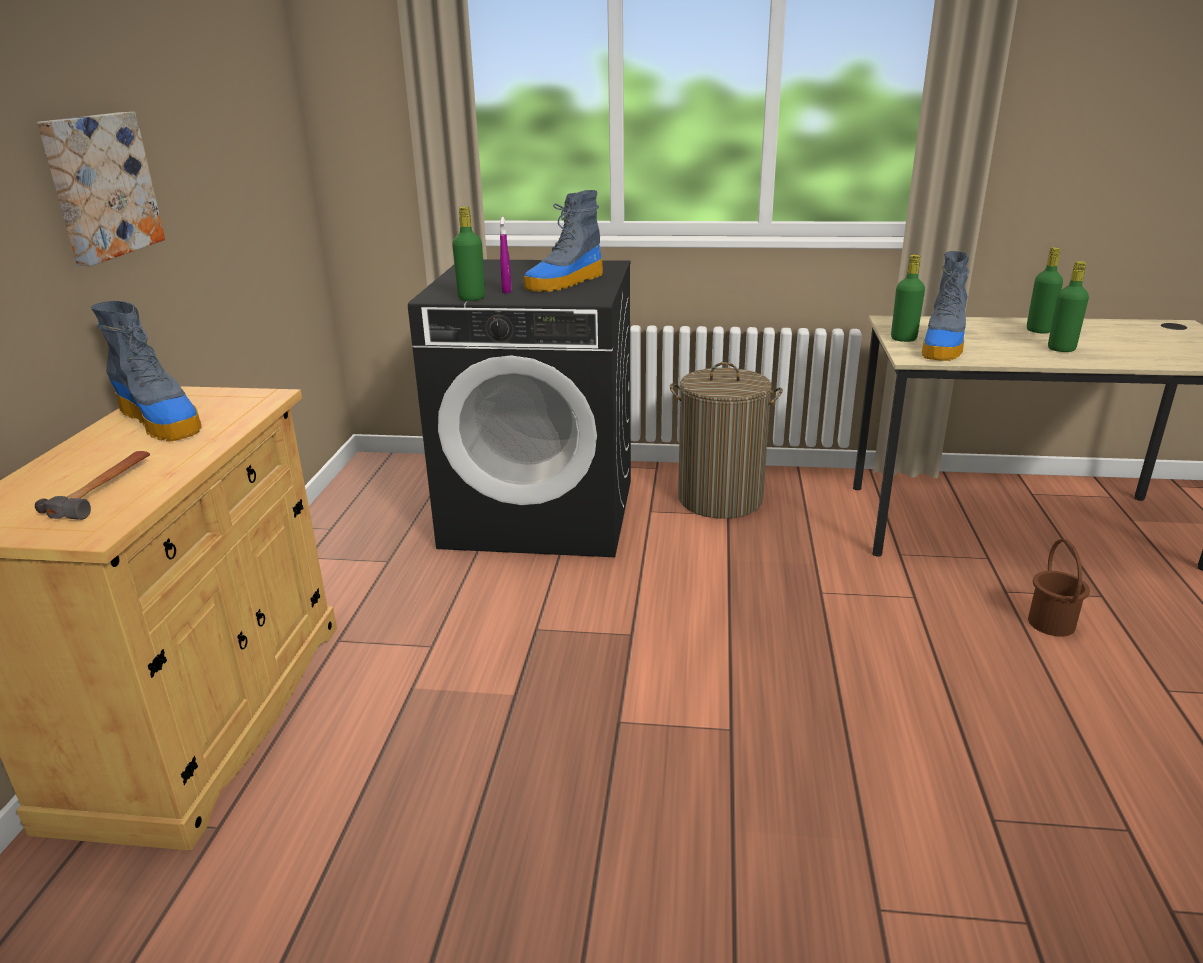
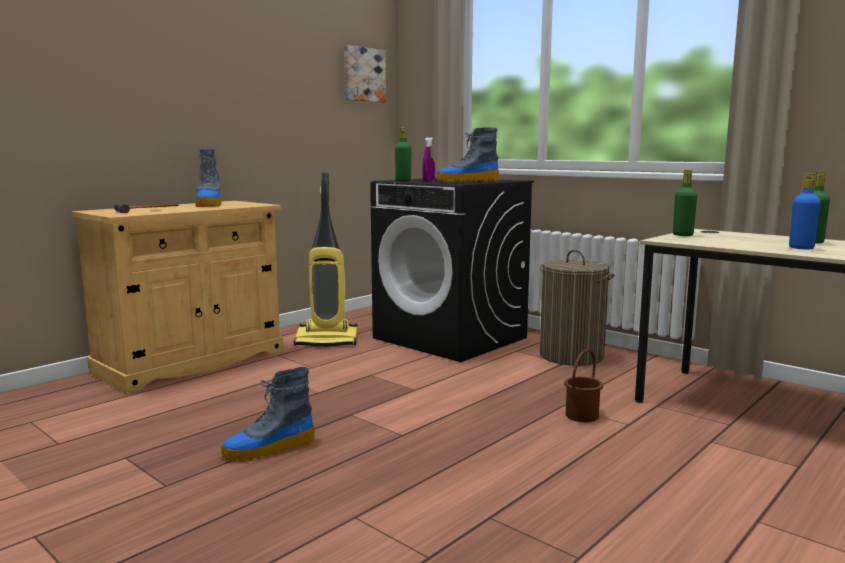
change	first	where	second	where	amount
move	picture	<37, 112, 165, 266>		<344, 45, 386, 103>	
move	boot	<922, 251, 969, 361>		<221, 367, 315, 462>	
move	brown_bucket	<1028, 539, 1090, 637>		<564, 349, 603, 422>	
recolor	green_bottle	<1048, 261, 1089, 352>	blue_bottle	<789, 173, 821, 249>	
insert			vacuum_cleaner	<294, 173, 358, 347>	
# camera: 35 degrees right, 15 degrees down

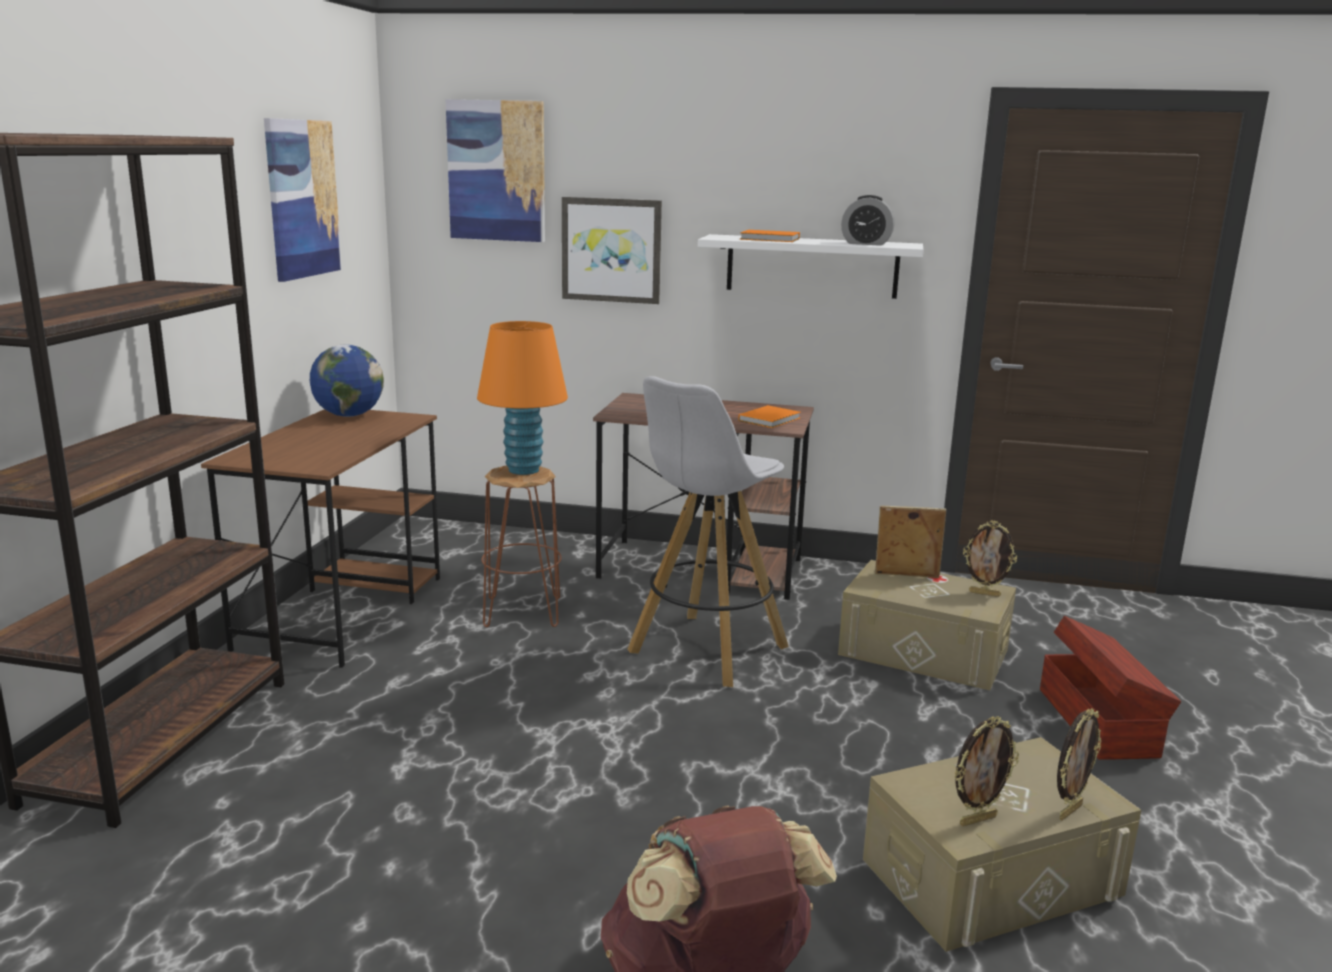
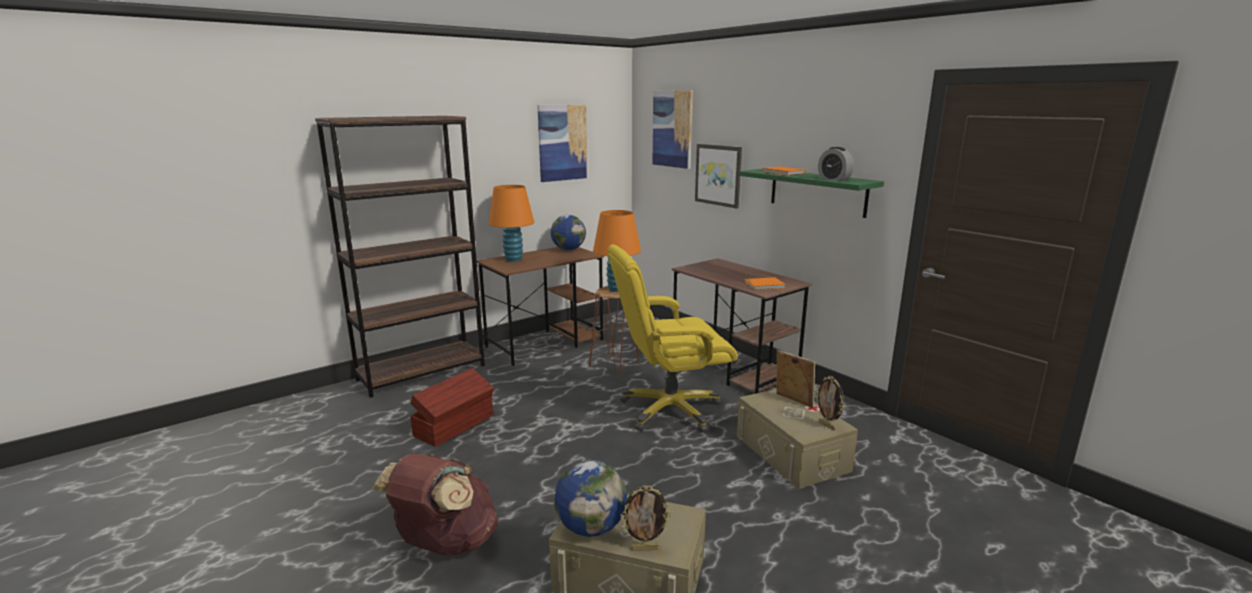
change	first	where	second	where	amount
replace	white_stool	<627, 376, 789, 687>	yellow_office_chair	<607, 244, 738, 433>	
recolor	white_shelf	<698, 234, 923, 299>	green_shelf	<739, 169, 884, 218>	
replace	picture_frame	<954, 716, 1019, 826>	globe	<554, 460, 627, 537>	
move	brown_storage_box	<1040, 616, 1181, 760>		<410, 368, 494, 447>	
insert			orange_table_lamp	<488, 185, 534, 262>	
# camera: 40 degrees right, 0 degrees up

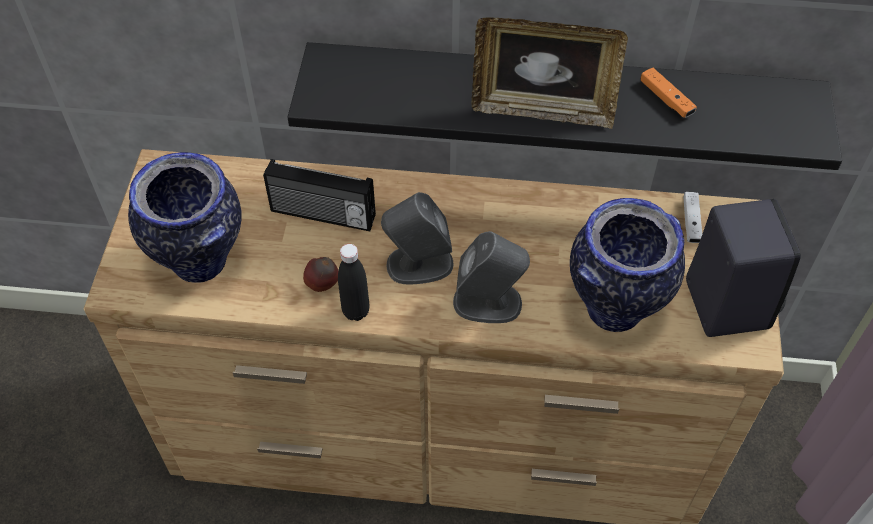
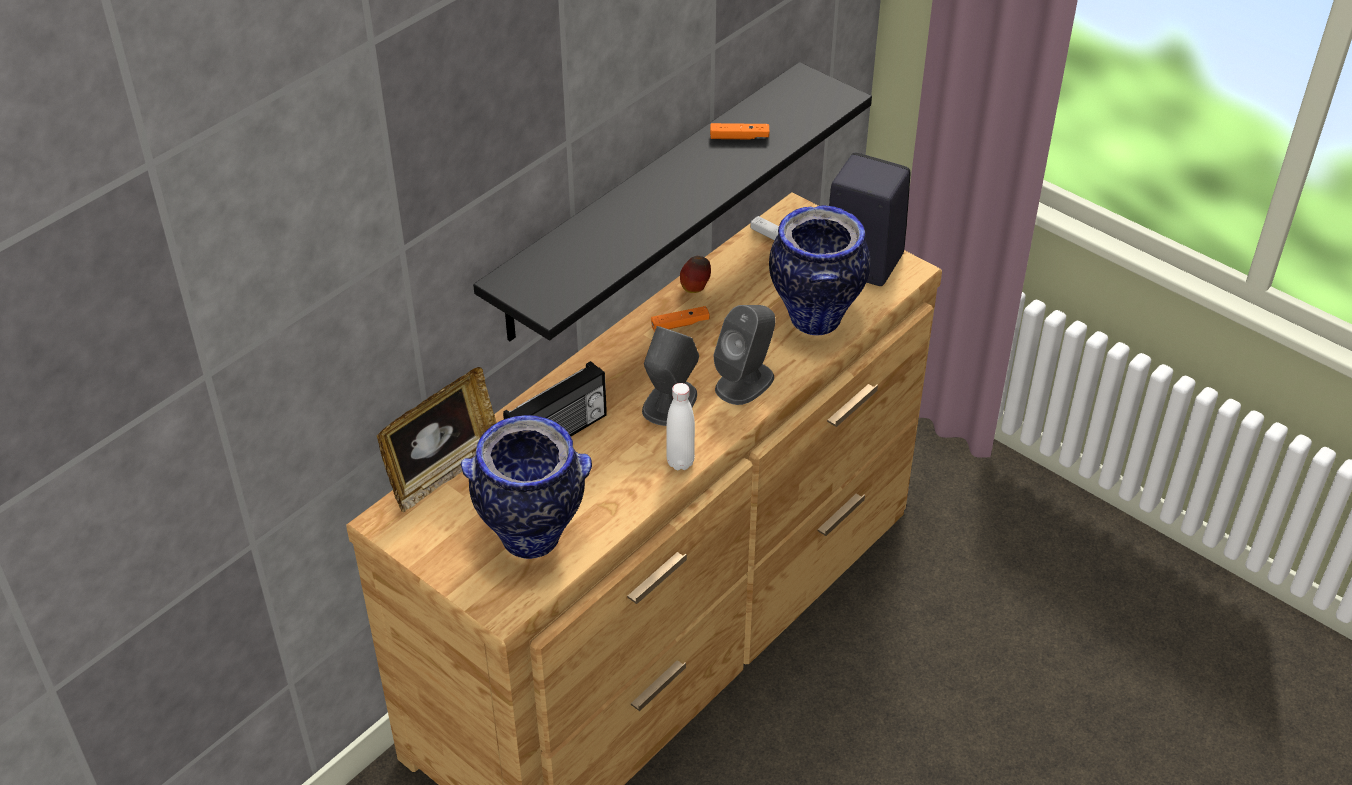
change	first	where	second	where	amount
move	apple	<303, 257, 338, 292>		<680, 256, 711, 293>	
recolor	black_bottle	<338, 244, 369, 321>	white_bottle	<666, 383, 695, 470>	
move	picture_frame	<471, 17, 628, 129>		<377, 367, 497, 512>	
insert			orange_game_controller	<651, 306, 710, 332>	
# camera: 55 degrees left, 10 degrees down

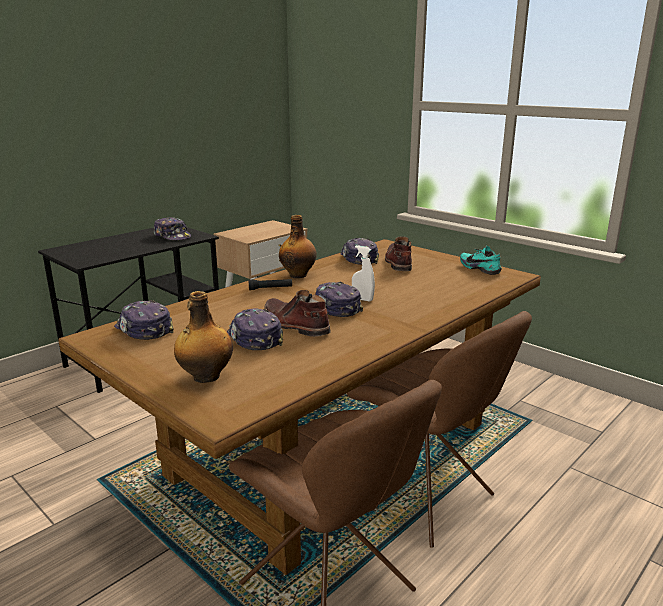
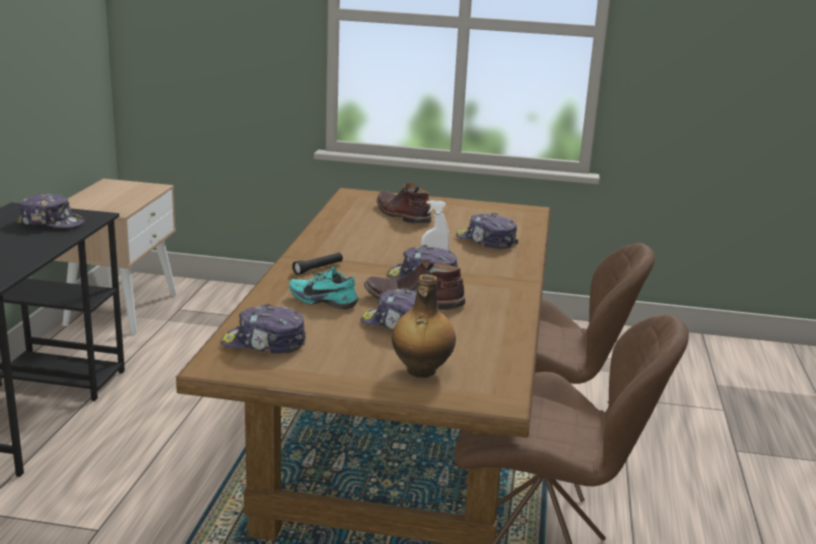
change	first	where	second	where	amount
delete	bottle	<279, 215, 317, 278>			
move	cap	<340, 238, 379, 265>		<456, 213, 519, 249>	
move	turquoise_shoe	<460, 246, 502, 275>		<289, 267, 359, 309>	
# camera: 35 degrees left, 0 degrees up

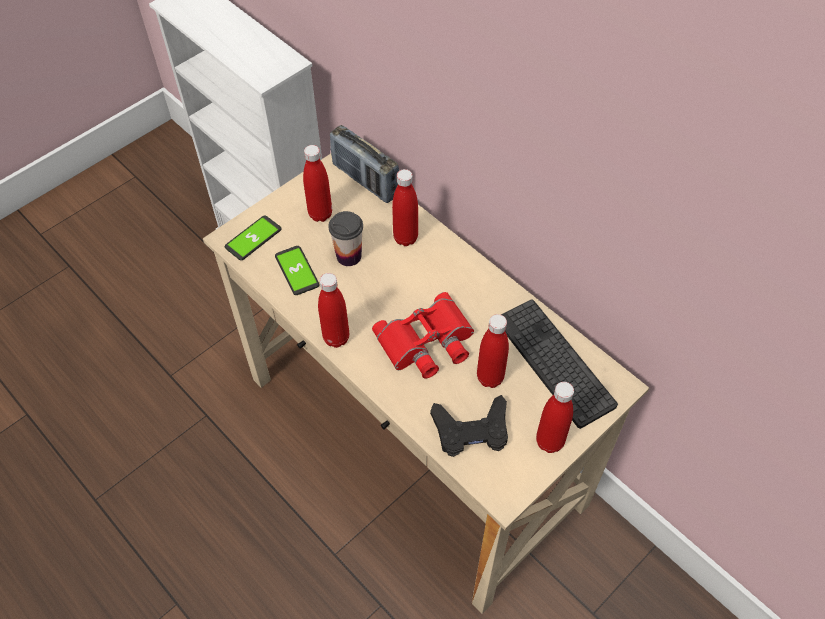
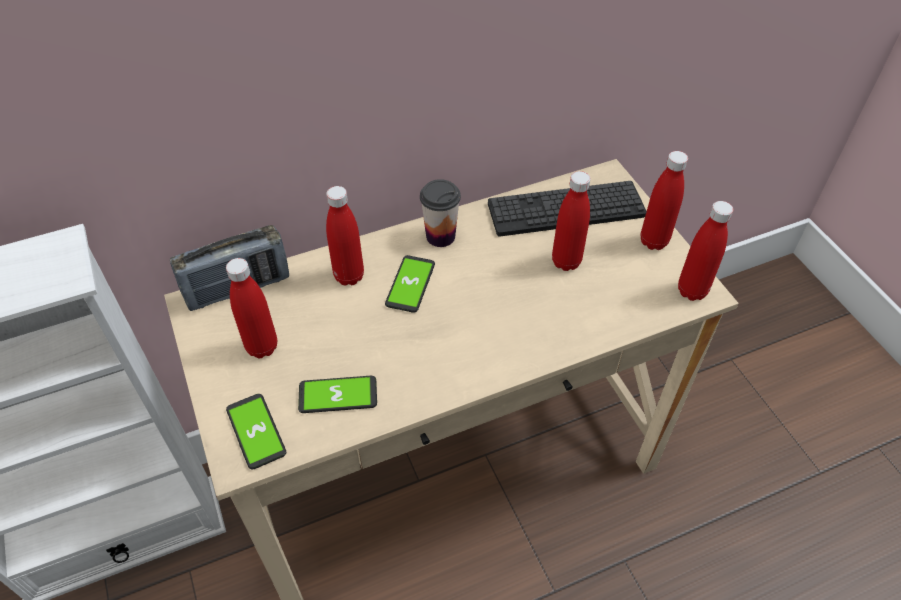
change	first	where	second	where	amount
move	red_bottle	<318, 273, 349, 348>		<678, 201, 733, 301>	
move	cup	<329, 211, 363, 266>		<420, 179, 461, 247>	
delete	red_binoculars	<372, 292, 474, 378>			
delete	black_game_controller	<430, 395, 508, 457>			
insert			phone	<385, 255, 435, 313>	
# camera: 70 degrees left, 5 degrees down

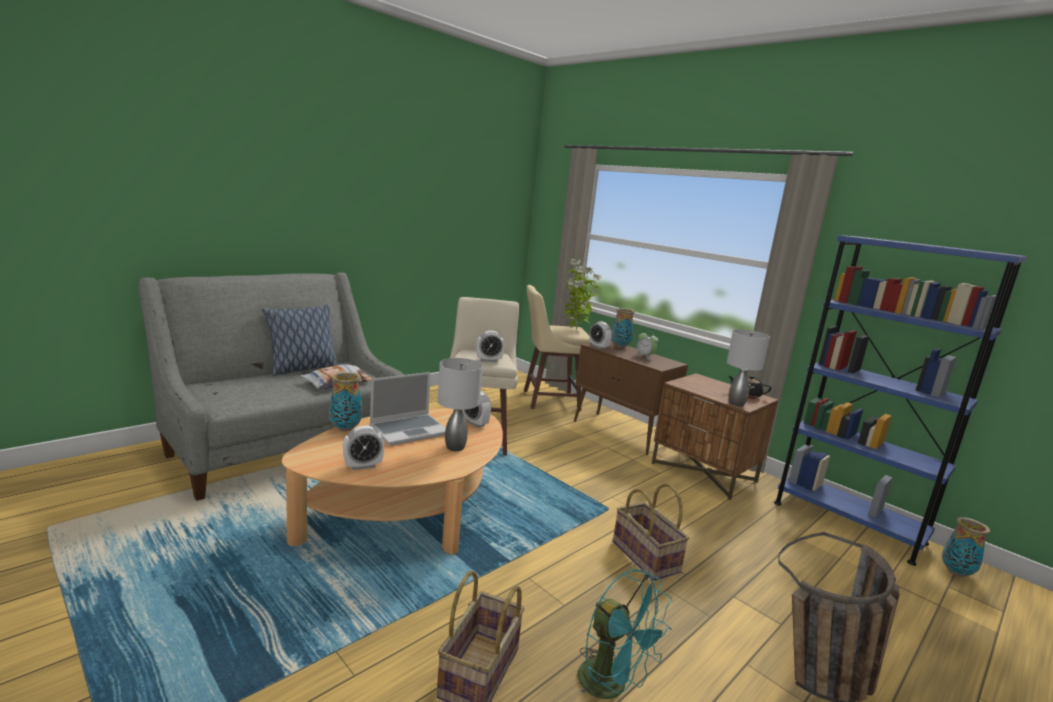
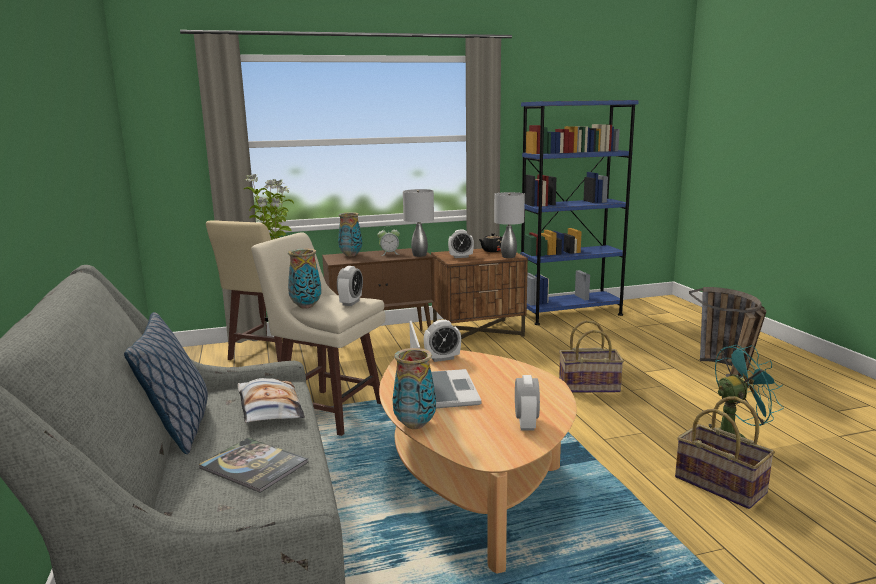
change	first	where	second	where	amount
move	grey_table_lamp	<437, 358, 483, 451>		<403, 189, 434, 257>	
move	alarm_clock	<589, 321, 612, 349>		<448, 230, 474, 258>	
move	vase	<942, 517, 990, 577>		<288, 248, 322, 309>	
insert			book	<199, 438, 308, 493>	
# camera: 60 degrees left, 0 degrees up

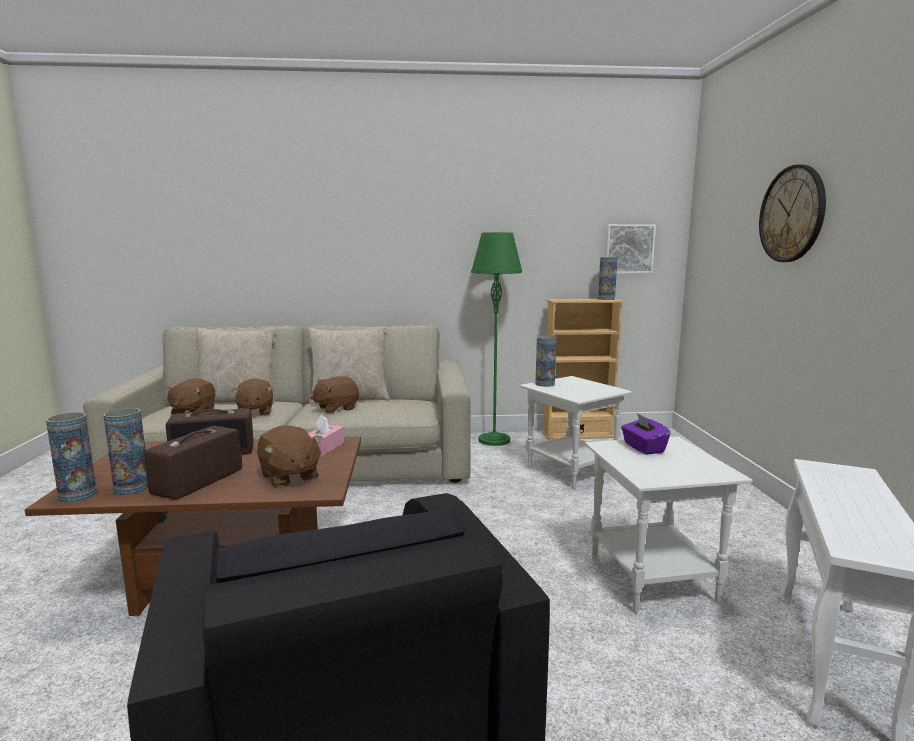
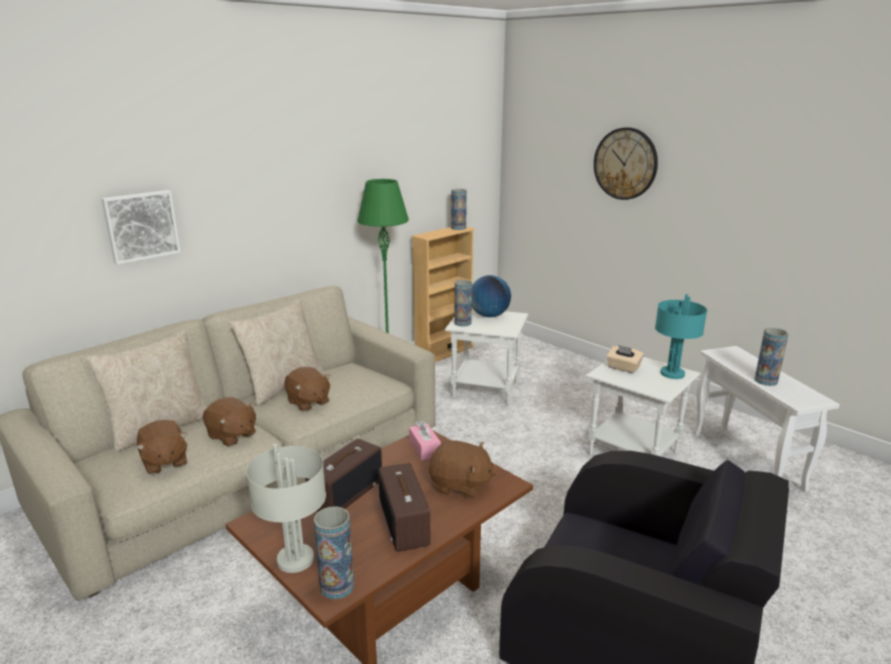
change	first	where	second	where	amount
move	vase	<103, 408, 148, 495>		<755, 328, 789, 386>	
rotate	brown_plush_toy	<311, 376, 359, 413>		<284, 367, 331, 411>	60 degrees counterclockwise
move	picture	<605, 224, 656, 274>		<101, 190, 181, 264>	
recolor	purple_tissue_box	<621, 413, 671, 455>	beige_tissue_box	<606, 345, 644, 373>	
insert			grey_table_lamp	<246, 444, 326, 573>	
insert			globe	<472, 275, 511, 317>	
insert			turquoise_table_lamp	<655, 294, 707, 379>	
# camera: 40 degrees left, 10 degrees up

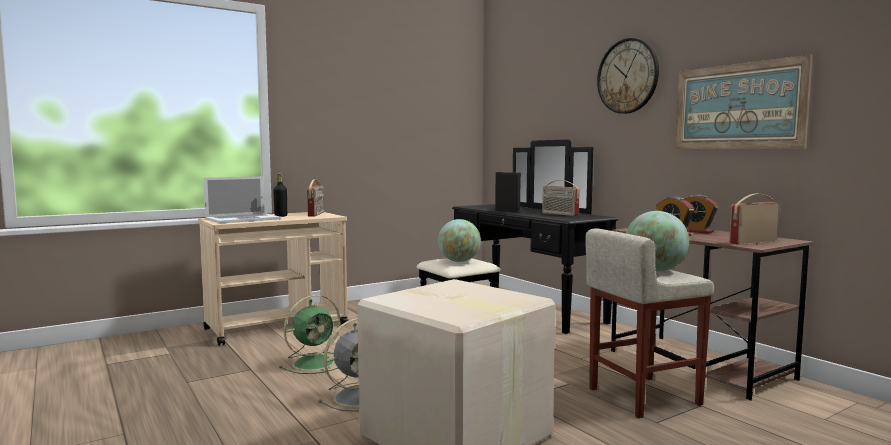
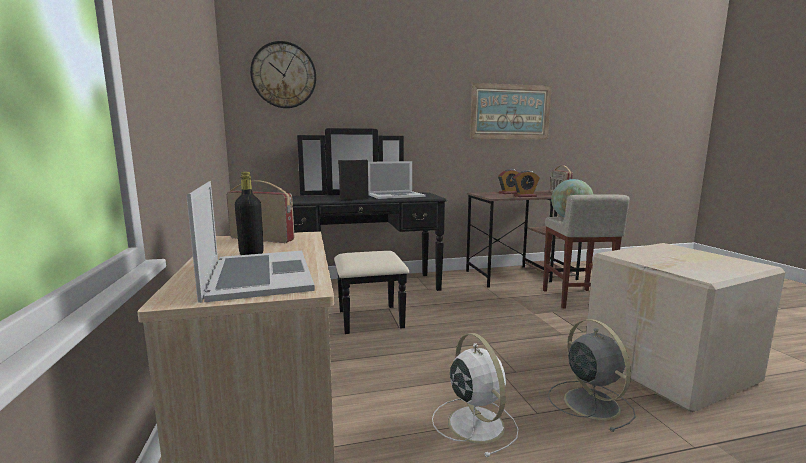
change	first	where	second	where	amount
recolor	green_fan	<279, 295, 340, 374>	white_fan	<432, 333, 519, 457>	
delete	globe	<438, 219, 481, 262>			
replace	radio	<542, 180, 580, 216>	laptop	<368, 161, 425, 199>	
move	wall_clock	<597, 38, 659, 114>		<250, 41, 316, 108>	
# camera: 70 degrees left, 5 degrees up

